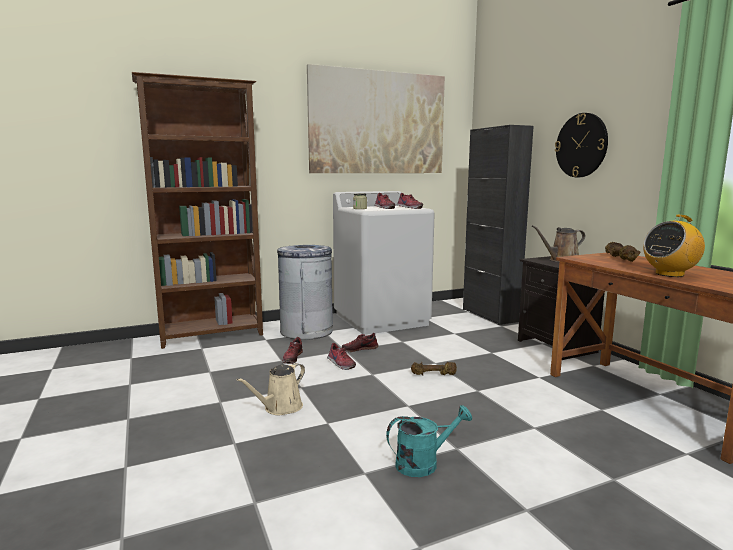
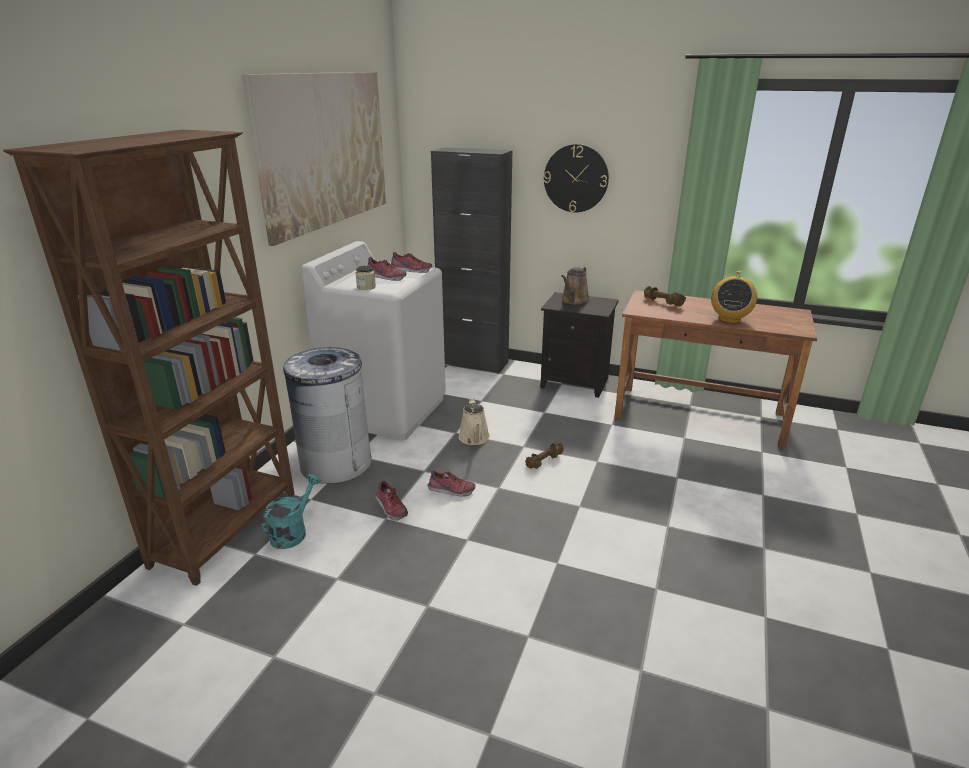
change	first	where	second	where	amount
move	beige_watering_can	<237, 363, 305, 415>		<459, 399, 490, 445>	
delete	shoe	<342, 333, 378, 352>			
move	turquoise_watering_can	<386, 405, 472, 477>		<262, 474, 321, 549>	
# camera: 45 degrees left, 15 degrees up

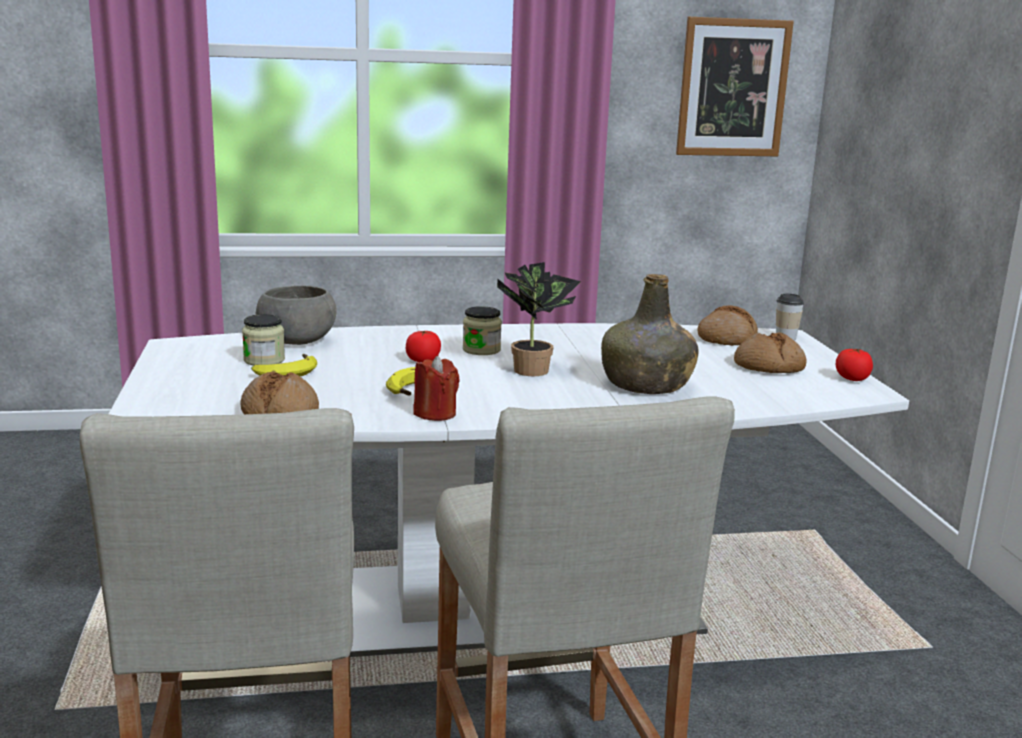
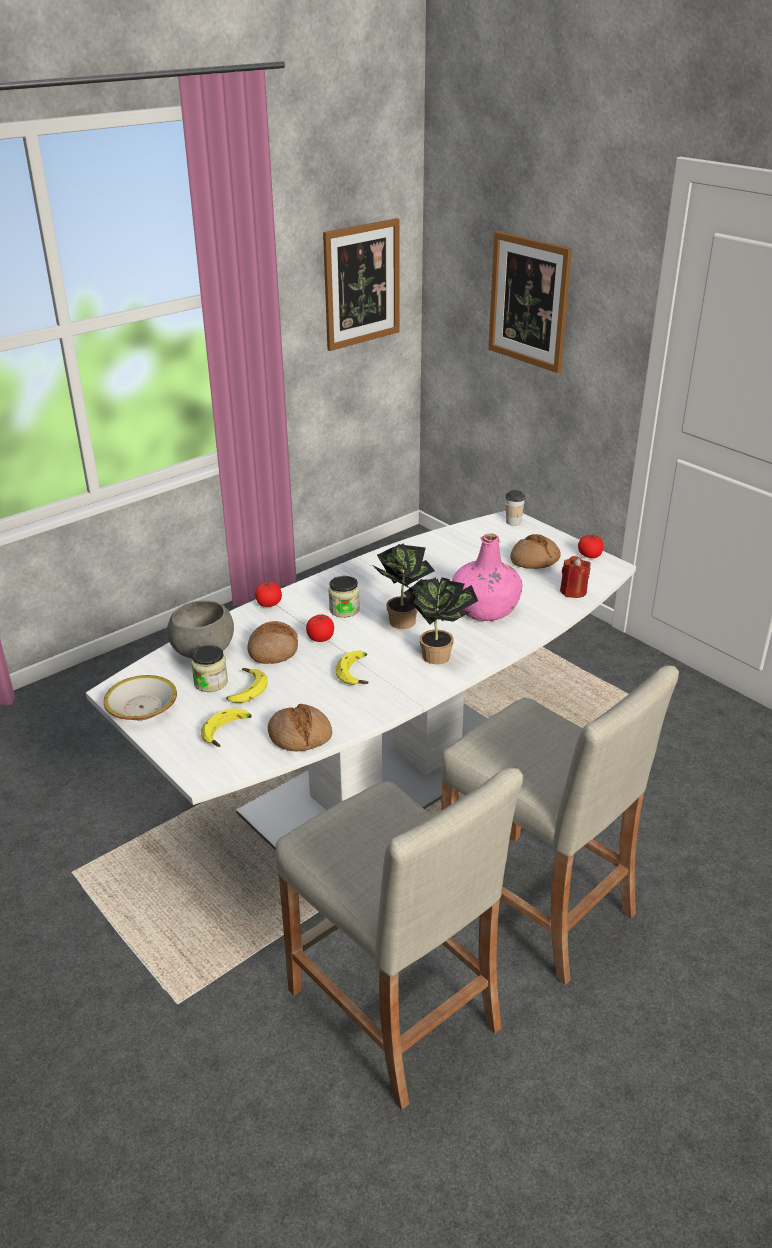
change	first	where	second	where	amount
move	red_candle	<413, 356, 460, 421>		<560, 556, 591, 598>	
recolor	green_bottle	<601, 274, 699, 394>	pink_bottle	<452, 533, 523, 621>	
move	bread	<697, 305, 758, 346>		<248, 621, 298, 664>	
insert			bowl	<104, 675, 177, 720>	
insert			banana	<201, 708, 251, 747>	
insert			tomato	<255, 581, 282, 607>	
insert			potted_plant	<404, 577, 478, 664>	
insert			picture	<488, 231, 572, 373>	
# camera: 30 degrees left, 15 degrees up

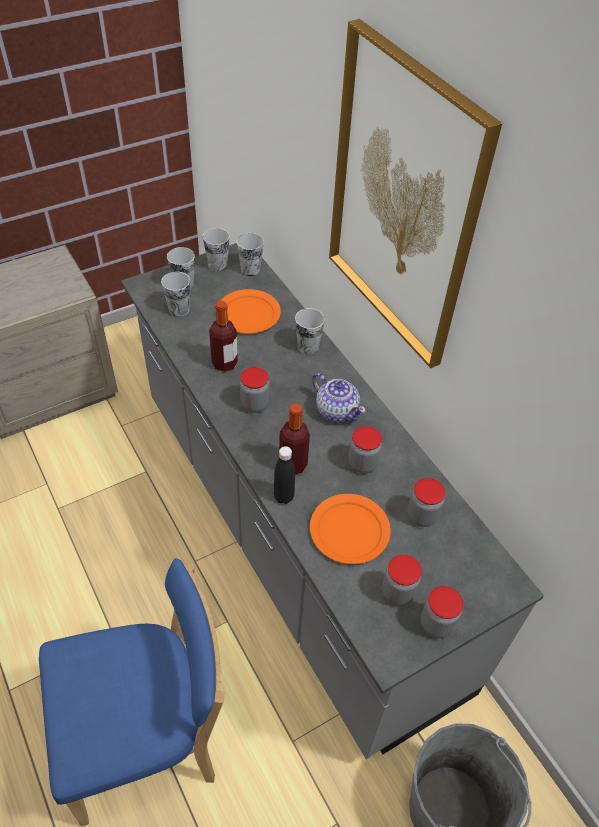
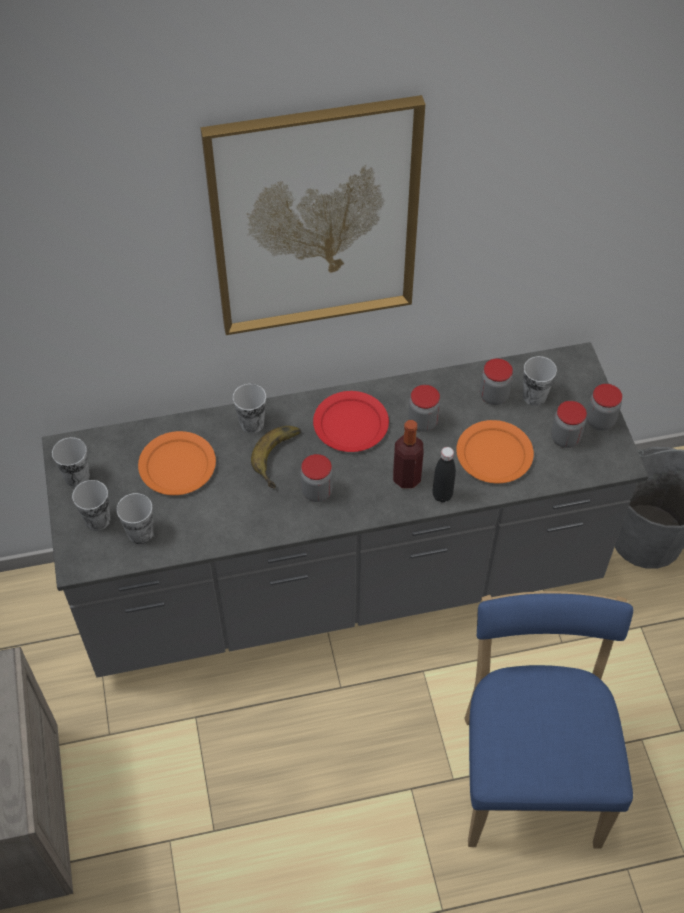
change	first	where	second	where	amount
delete	bottle	<209, 300, 238, 372>			
move	cup	<237, 233, 264, 276>		<523, 356, 557, 406>	
replace	teapot	<312, 373, 366, 423>	red_plate	<313, 391, 389, 452>	
insert			banana	<251, 426, 301, 488>	
# camera: 70 degrees left, 5 degrees up

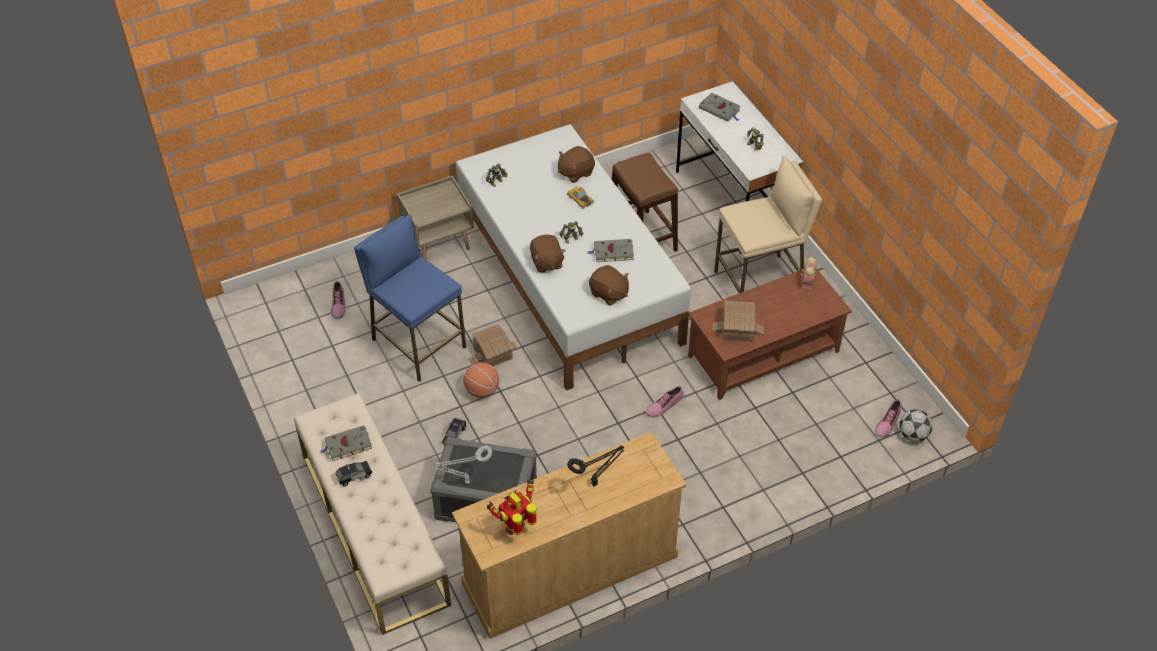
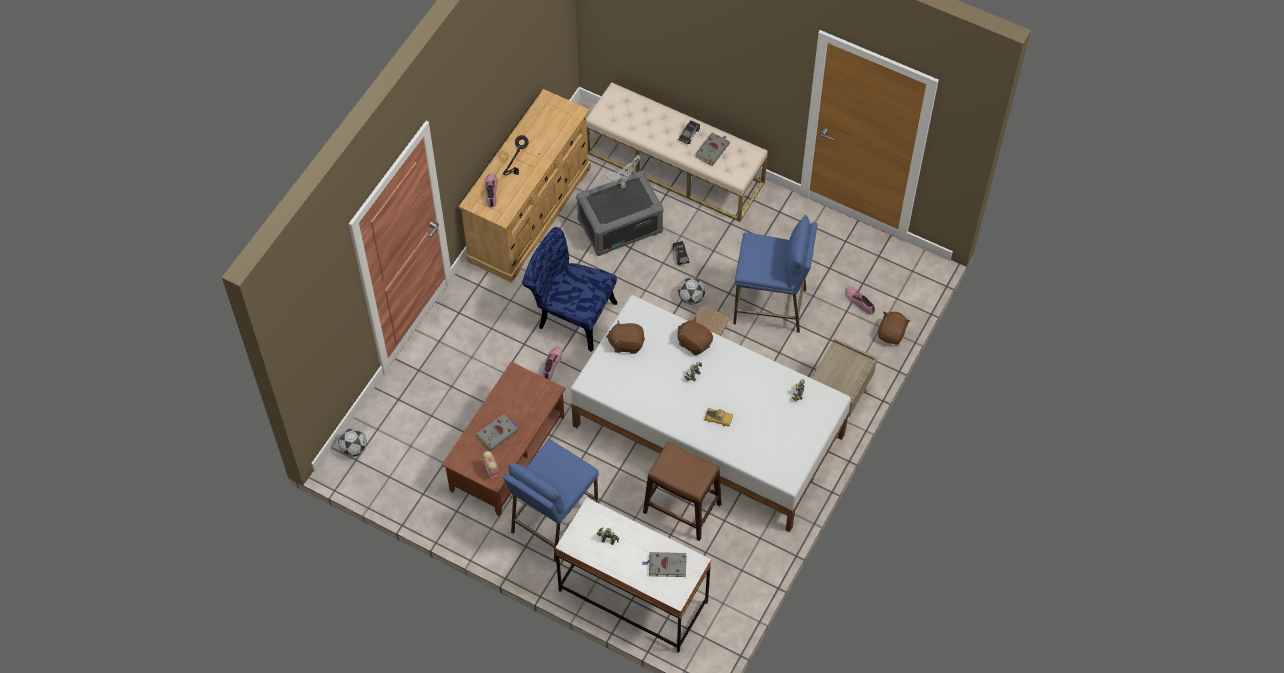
change	first	where	second	where	amount
replace	basketball	<463, 362, 499, 398>	football	<678, 277, 705, 305>	
delete	toy_robot	<487, 479, 537, 535>			
move	brown_plush_toy	<558, 146, 595, 183>		<878, 311, 910, 345>	
move	grey_book	<588, 239, 634, 262>		<477, 414, 519, 451>	
delete	toy_house	<712, 301, 764, 342>			
recolor	beige_stool	<714, 155, 822, 293>	blue_stool	<503, 439, 599, 562>	
move	shoe	<875, 400, 901, 438>		<484, 173, 498, 207>	
insert			blue_chair	<522, 227, 617, 352>	
# camera: 145 degrees right, 10 degrees up

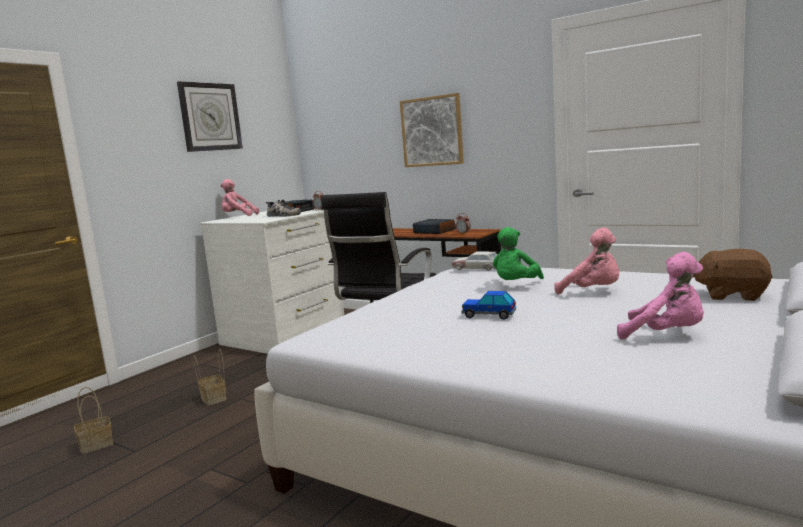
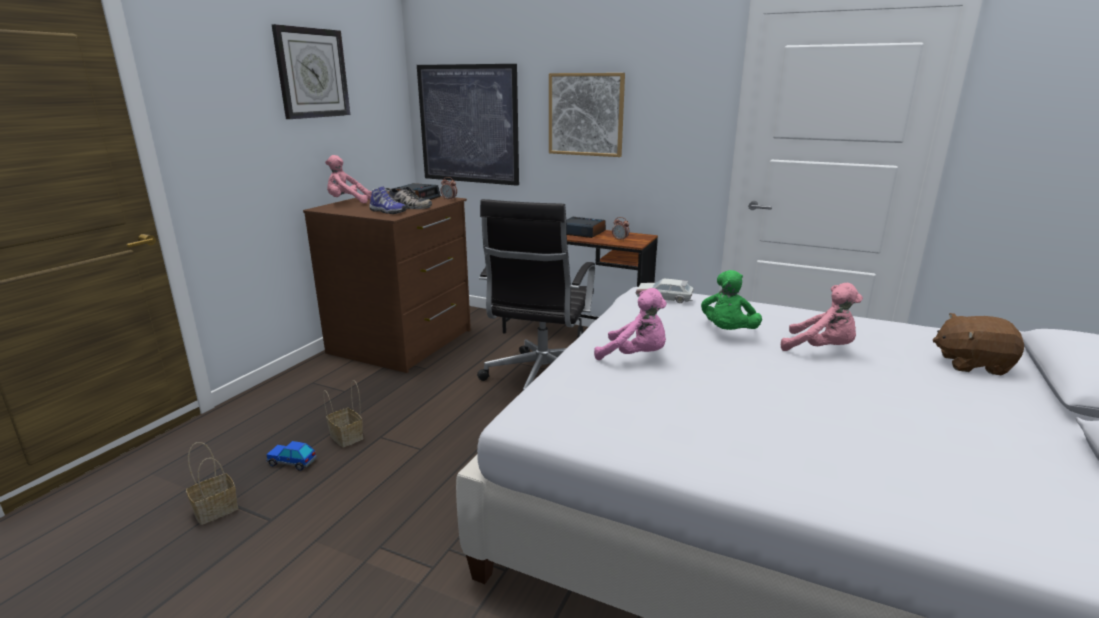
change	first	where	second	where	amount
recolor	white_dresser	<200, 209, 344, 354>	brown_dresser	<303, 191, 471, 373>	
move	toy_car	<462, 291, 516, 320>		<266, 441, 317, 471>	
move	pink_plush_toy	<617, 252, 704, 340>		<594, 288, 667, 360>	
insert			shoe	<369, 187, 407, 214>	
insert			picture	<417, 64, 519, 186>	
# camera: 10 degrees left, 10 degrees up

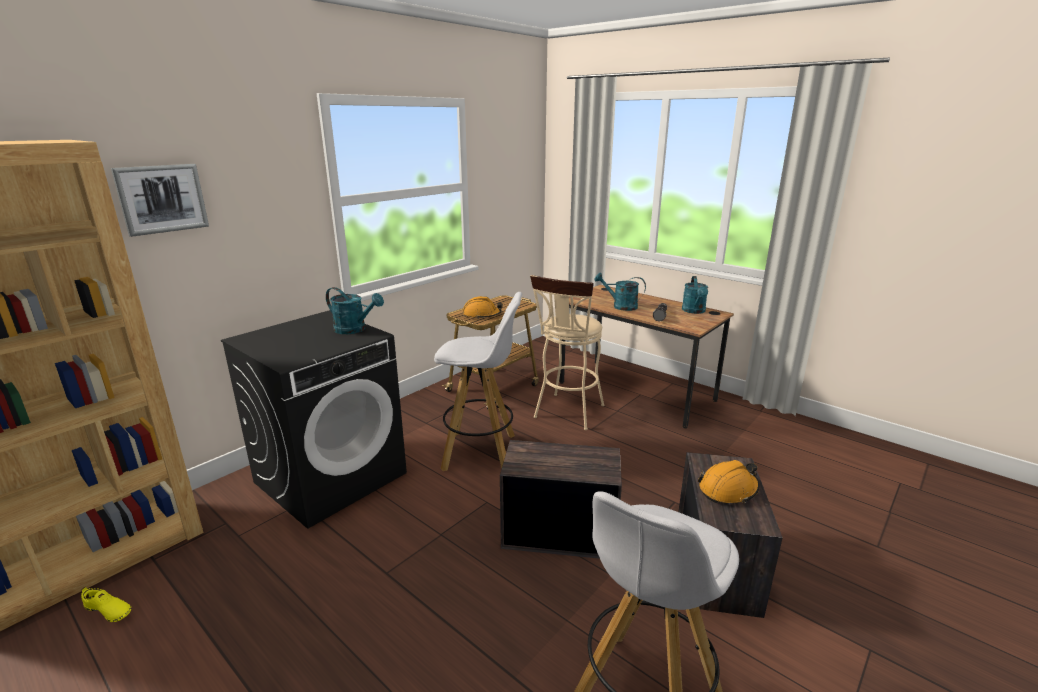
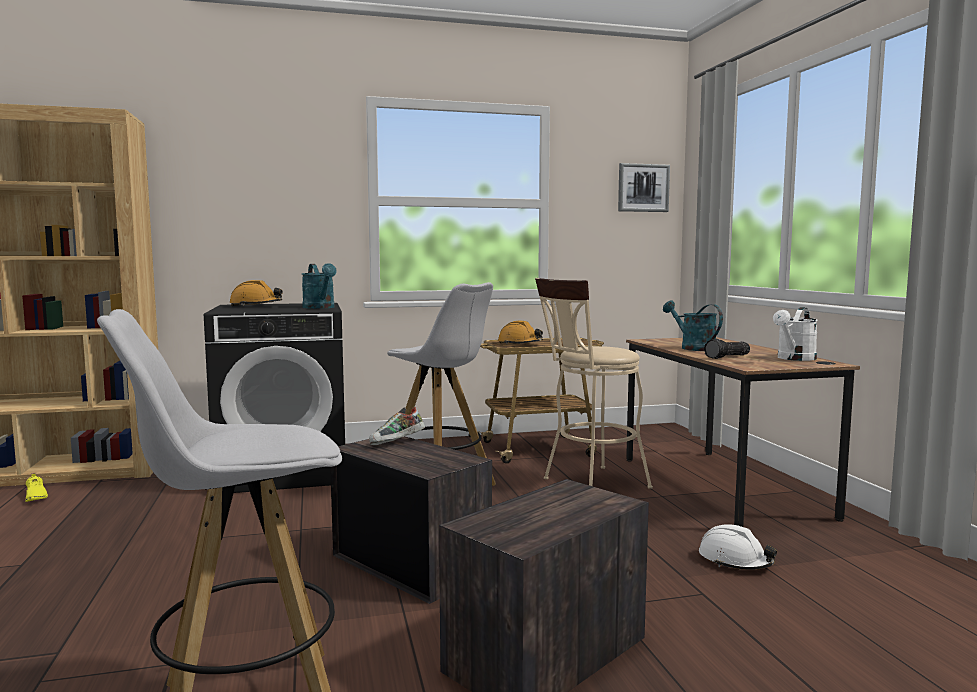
change	first	where	second	where	amount
move	picture	<111, 164, 209, 237>		<618, 163, 670, 212>	
recolor	turquoise_watering_can	<682, 276, 708, 314>	white_watering_can	<773, 307, 818, 361>	
move	orange_hard_hat	<698, 460, 759, 503>		<229, 280, 283, 306>	
insert			shoe	<369, 407, 425, 445>	
insert			white_hard_hat	<699, 524, 777, 570>	
# camera: 35 degrees right, 15 degrees down

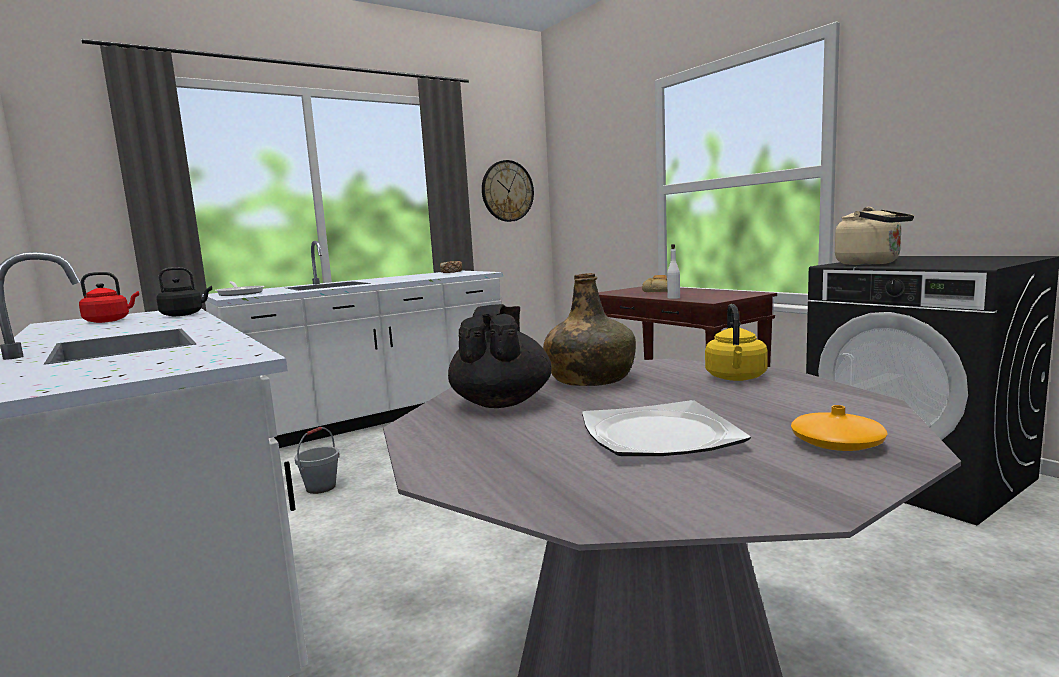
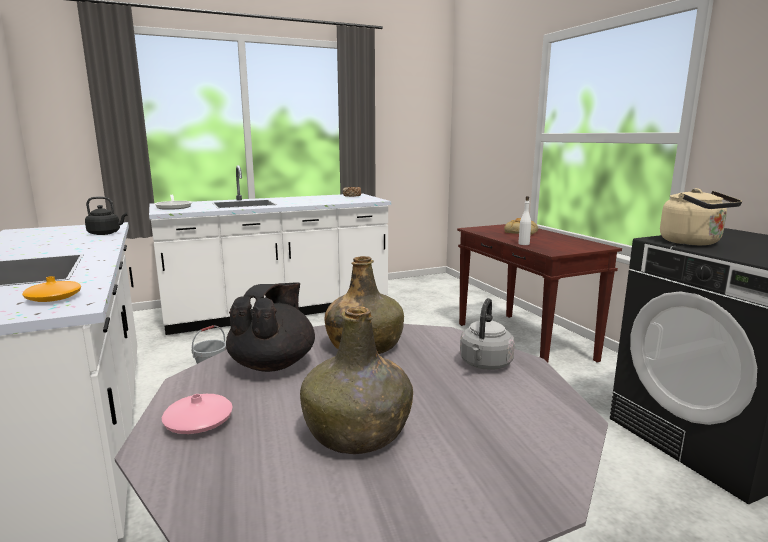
change	first	where	second	where	amount
delete	red_kettle	<79, 272, 139, 323>			
delete	wall_clock	<482, 160, 534, 222>			
replace	plate	<582, 400, 751, 456>	green_bottle	<300, 307, 413, 454>	
recolor	yellow_kettle	<705, 304, 768, 381>	grey_kettle	<460, 298, 515, 370>	
move	orange_vase	<791, 405, 888, 451>		<22, 276, 81, 302>	
insert			pink_vase	<162, 394, 233, 434>	
# camera: 10 degrees right, 5 degrees up

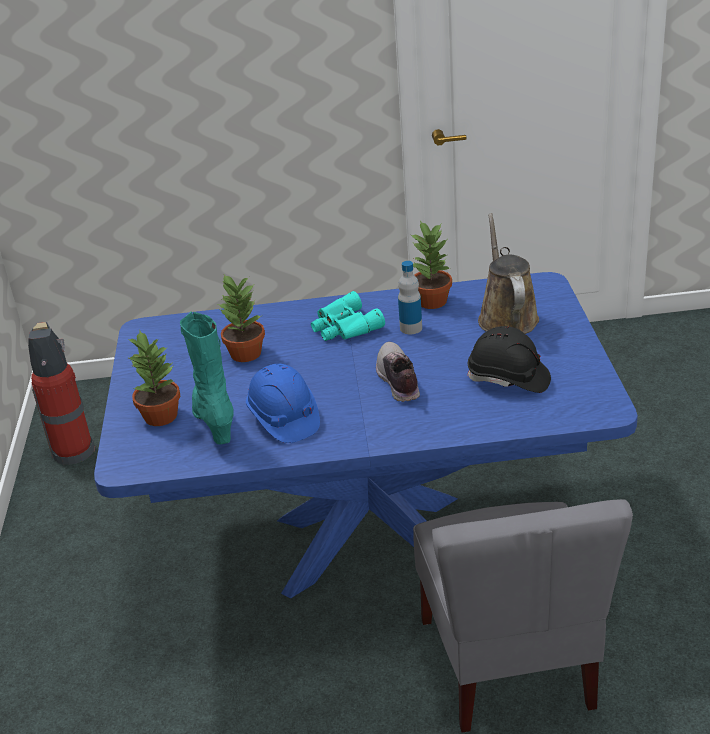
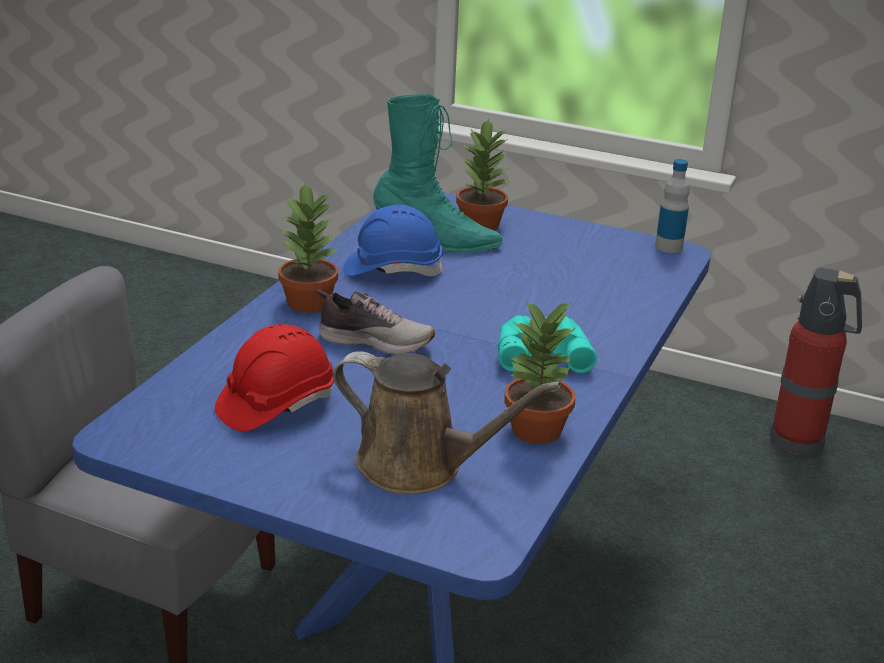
change	first	where	second	where	amount
move	potted_plant	<218, 274, 265, 362>		<278, 182, 340, 313>	
move	bottle	<398, 261, 422, 334>		<655, 159, 690, 253>	
recolor	black_hard_hat	<467, 326, 551, 393>	red_hard_hat	<215, 324, 334, 432>	
# camera: 115 degrees right, 5 degrees down

